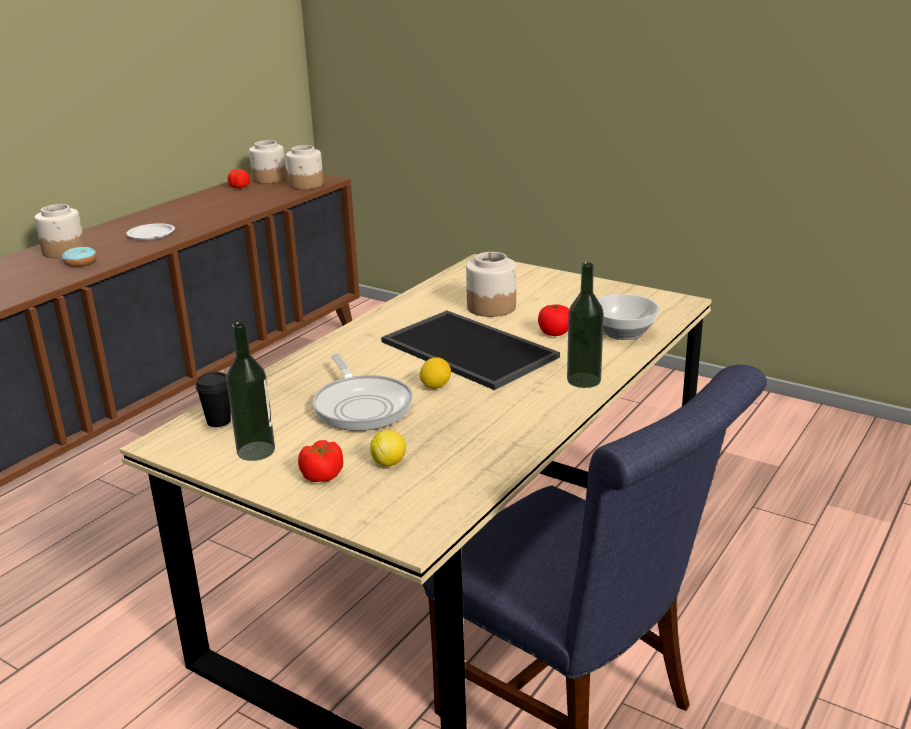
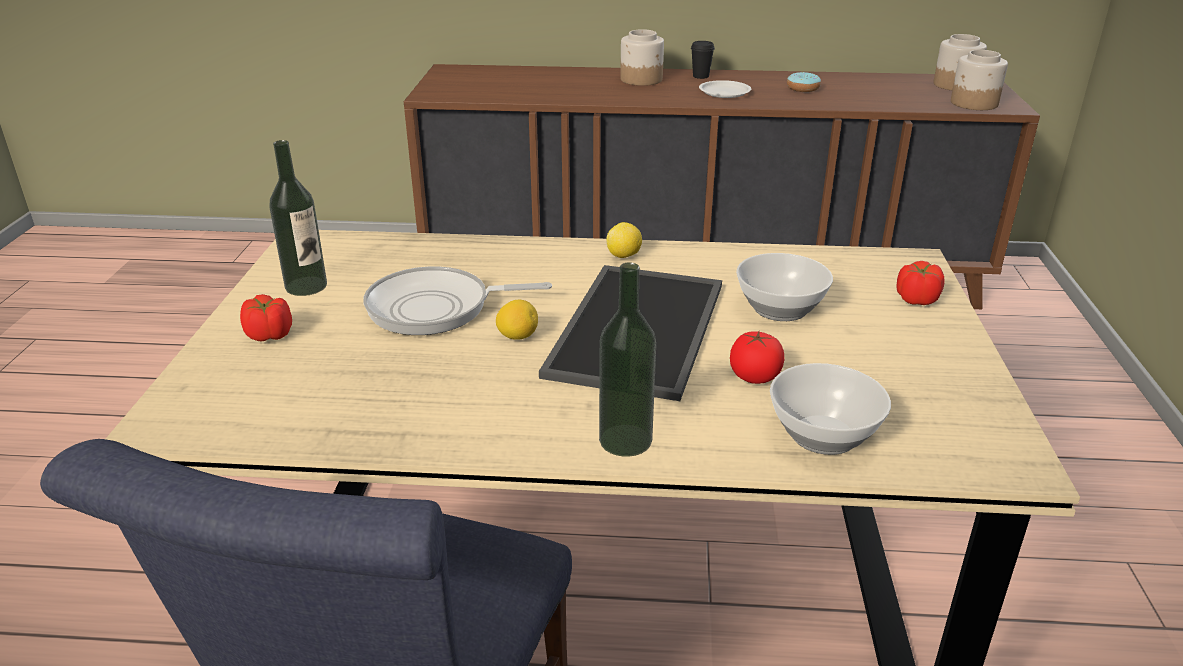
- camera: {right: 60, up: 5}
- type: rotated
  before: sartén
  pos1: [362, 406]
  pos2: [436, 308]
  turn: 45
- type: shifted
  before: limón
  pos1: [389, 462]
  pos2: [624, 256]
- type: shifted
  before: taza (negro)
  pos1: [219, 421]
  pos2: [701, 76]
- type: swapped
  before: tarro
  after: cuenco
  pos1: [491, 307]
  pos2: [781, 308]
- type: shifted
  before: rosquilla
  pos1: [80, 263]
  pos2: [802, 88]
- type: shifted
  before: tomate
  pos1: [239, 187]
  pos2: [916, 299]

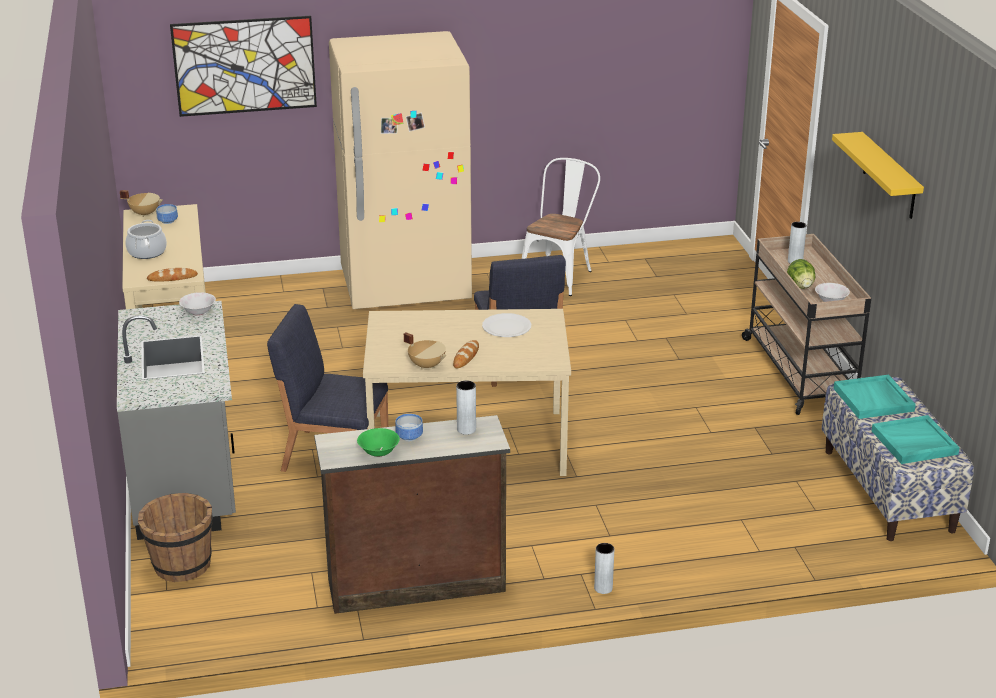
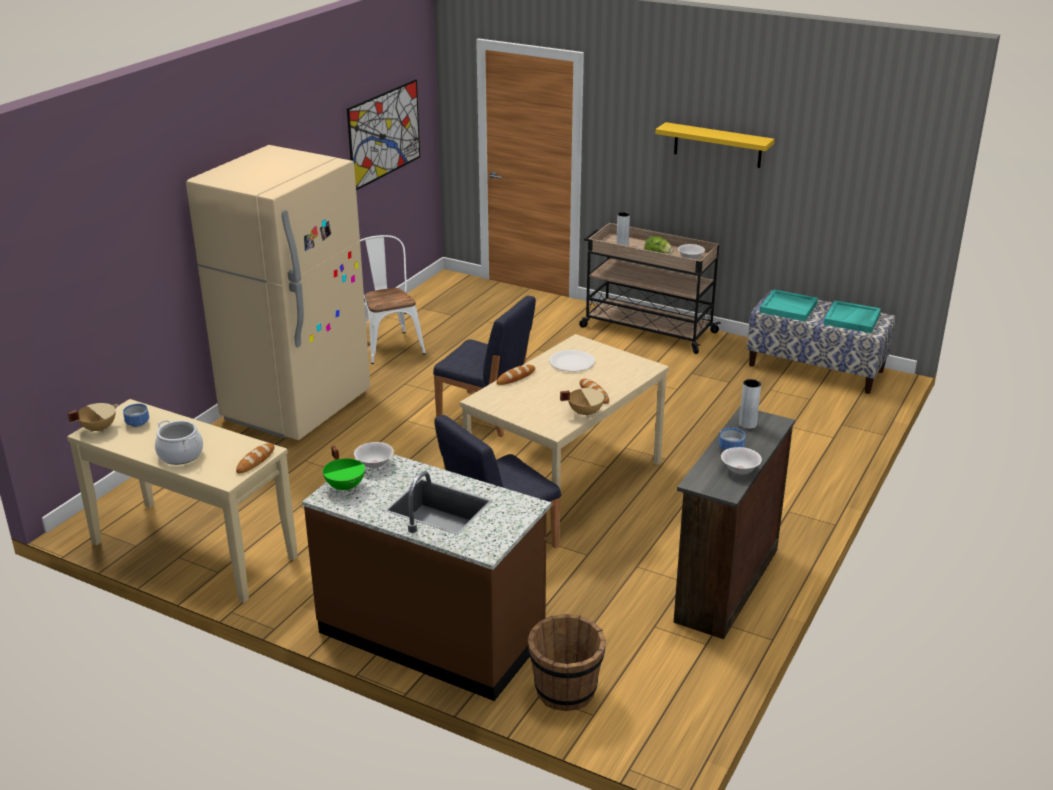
- camera: {right: -50, up: 0}
- type: repainted
  before: mueble bajo de cocina (gris)
  after: mueble bajo de cocina (marrón)
  pos1: [187, 479]
  pos2: [433, 633]
- type: new
  after: olla (verde)
  pos2: [346, 486]
- type: shifted
  before: cuadro
  pos1: [244, 66]
  pos2: [384, 134]
- type: new
  after: pan
  pos2: [516, 377]
- type: repainted
  before: cuenco (verde)
  after: cuenco (blanco)
  pos1: [378, 452]
  pos2: [740, 470]
- type: gone
  before: florero (gris)
  pos1: [603, 588]

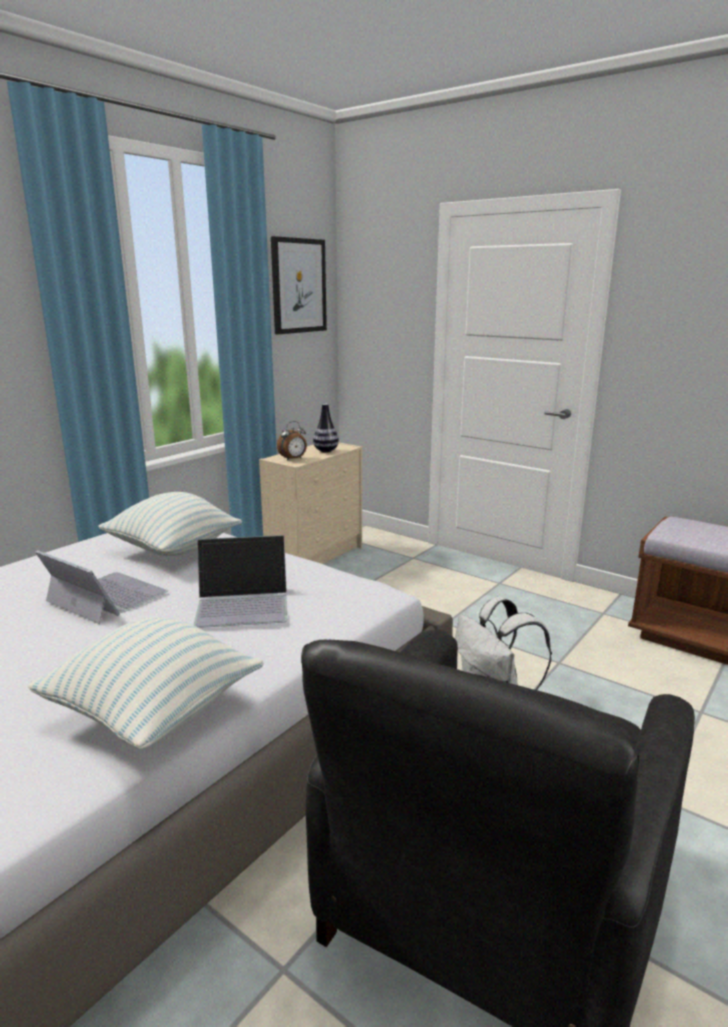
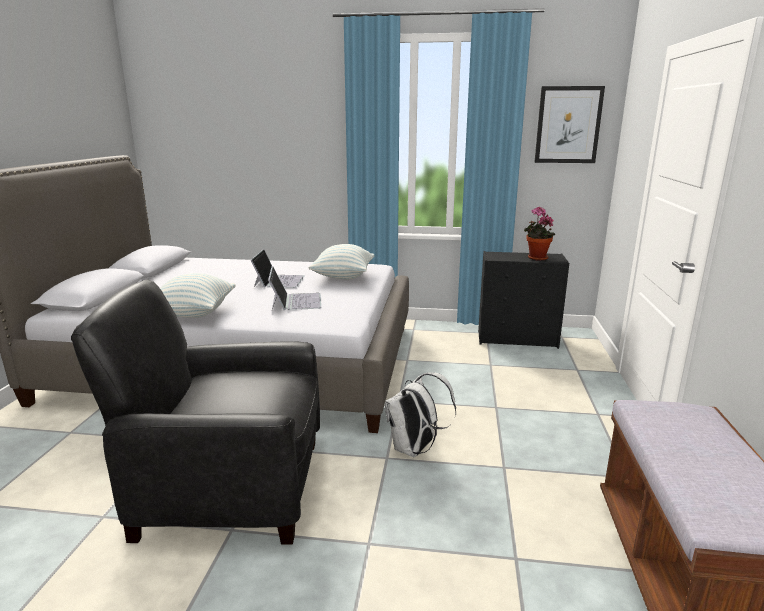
- camera: {right: 60, up: 0}
- type: rotated
  before: portátil
  pos1: [243, 603]
  pos2: [295, 301]
  turn: -150
- type: repainted
  before: cómoda (beis)
  after: cómoda (negro)
  pos1: [316, 556]
  pos2: [518, 339]
- type: swapped
  before: florero
  after: planta en maceta
  pos1: [326, 451]
  pos2: [536, 258]
- type: gone
  before: despertador
  pos1: [293, 459]

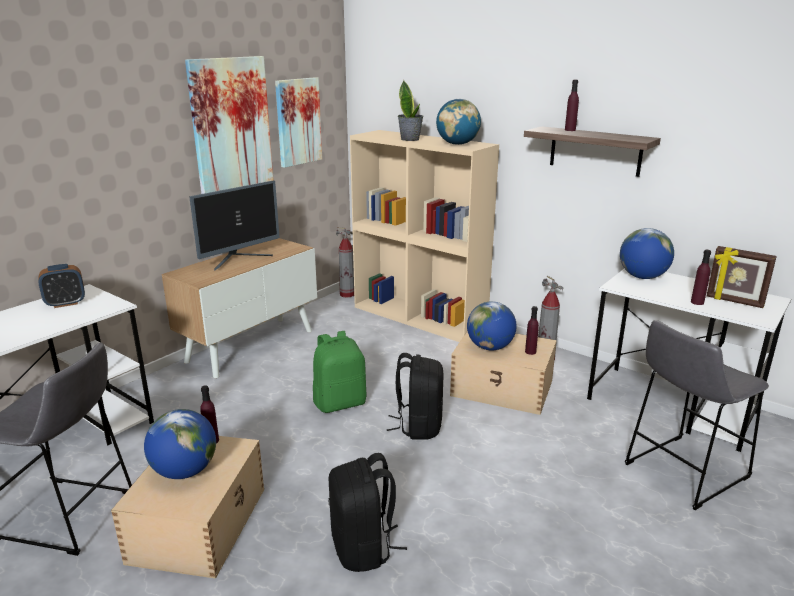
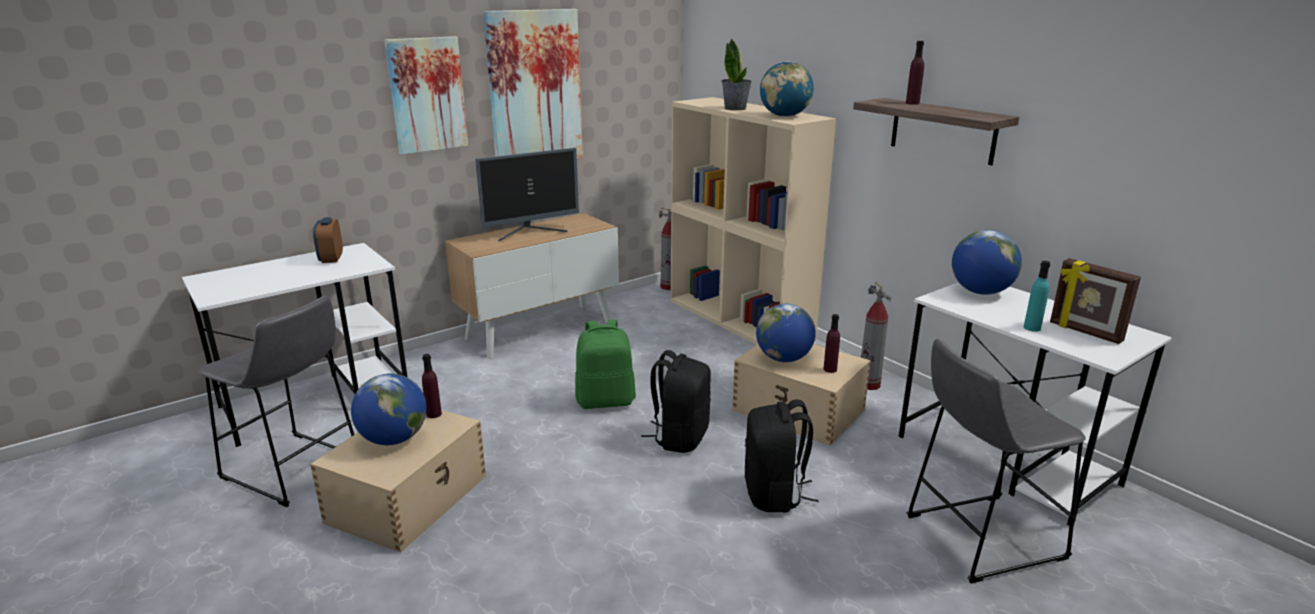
- camera: {right: 15, up: 0}
- type: rotated
  before: despertador
  pos1: [65, 303]
  pos2: [331, 259]
  turn: 90
- type: shifted
  before: cuadro
  pos1: [298, 122]
  pos2: [427, 95]
- type: shifted
  before: mochila (negro)
  pos1: [363, 548]
  pos2: [774, 494]
- type: repainted
  before: botella (morado)
  after: botella (turquesa)
  pos1: [697, 302]
  pos2: [1032, 328]

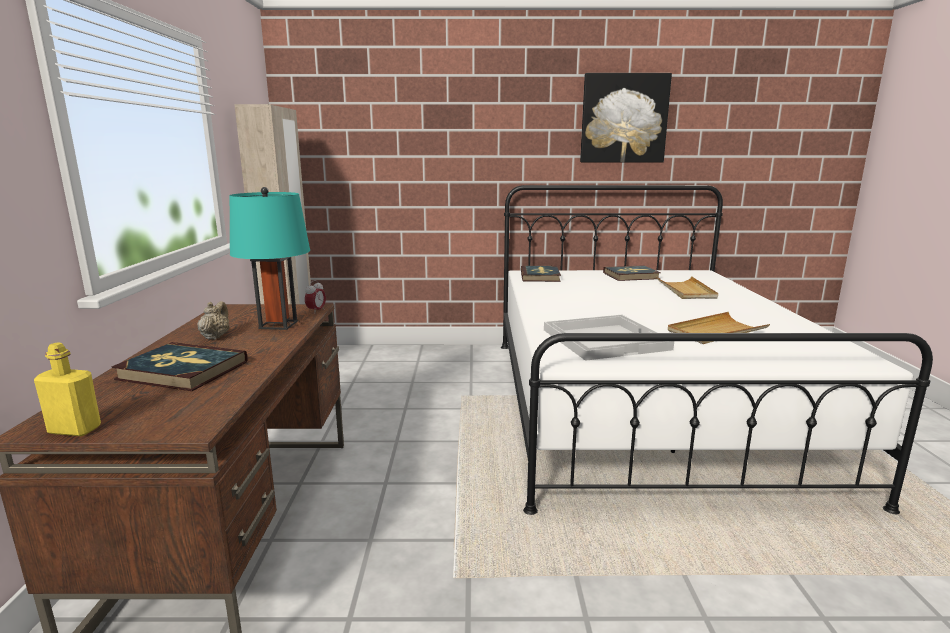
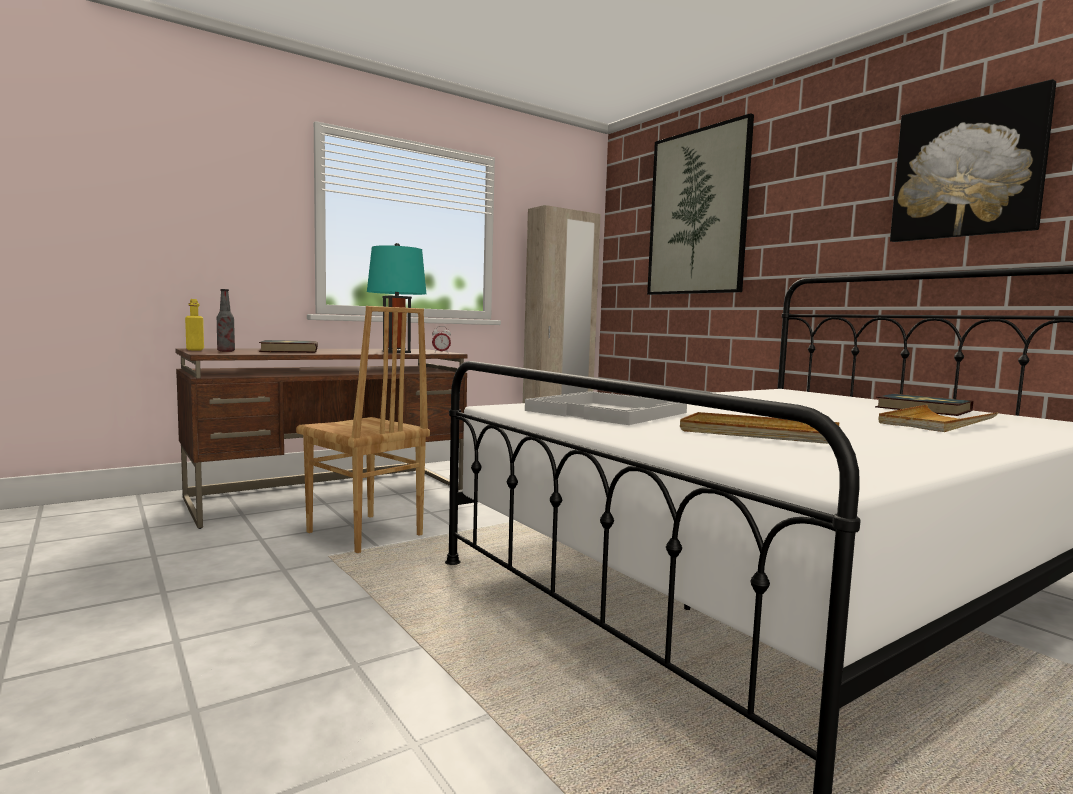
- camera: {right: 55, up: -10}
- type: new
  after: botella
  pos2: [226, 351]
- type: new
  after: silla (marrón)
  pos2: [363, 534]
- type: new
  after: cuadro
  pos2: [697, 212]
- type: gone
  before: tetera (beis)
  pos1: [215, 337]
- type: gone
  before: libro
  pos1: [540, 276]

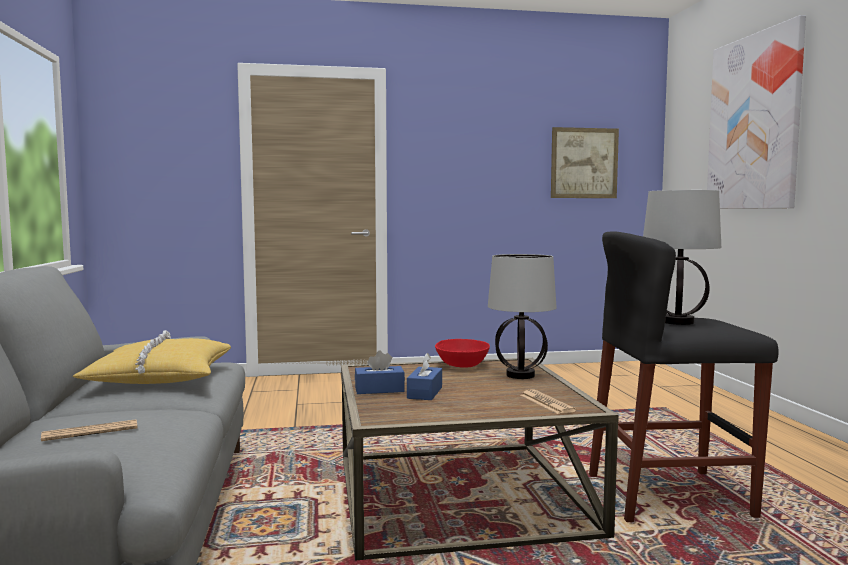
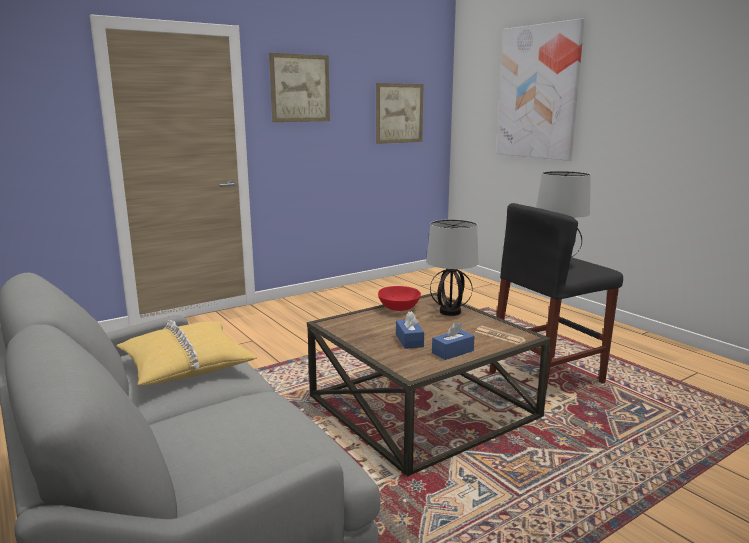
- camera: {right: -25, up: 10}
- type: new
  after: cuadro
  pos2: [300, 88]
- type: shifted
  before: caja de pañuelos (azul)
  pos1: [379, 389]
  pos2: [452, 352]
- type: gone
  before: periódico
  pos1: [90, 432]

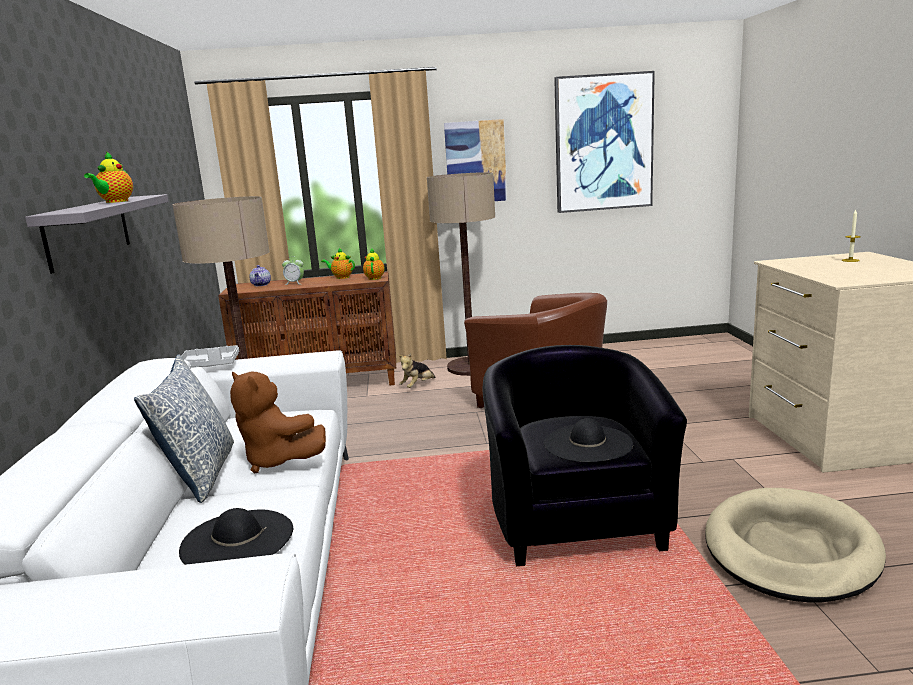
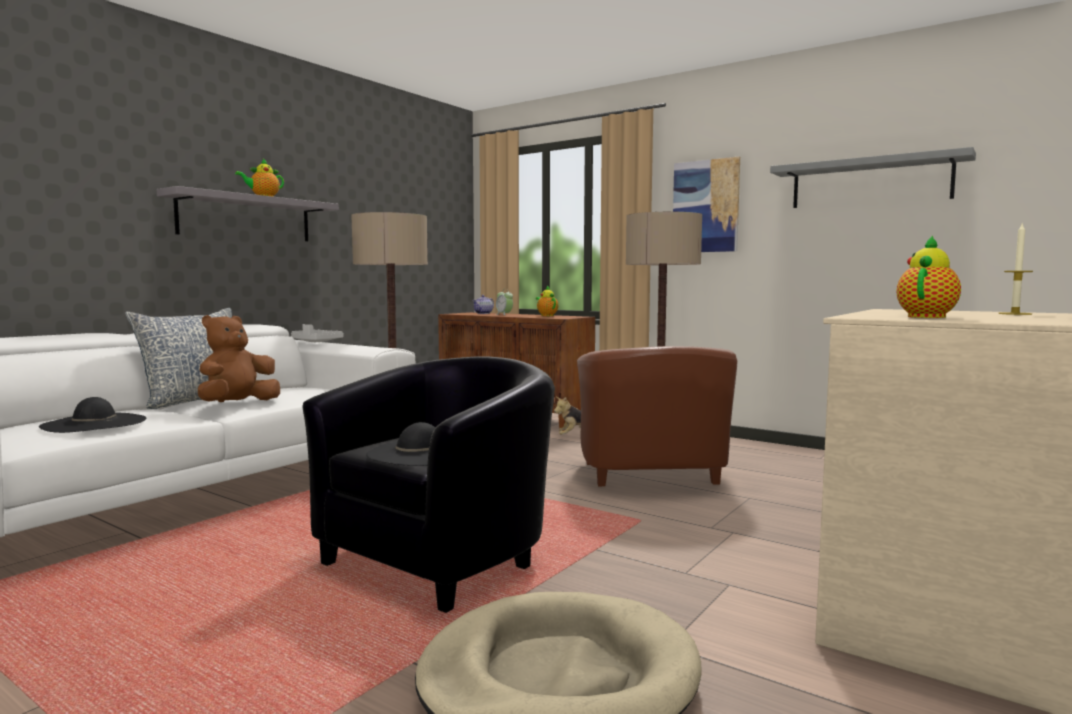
- camera: {right: 40, up: -10}
- type: rotated
  before: peluche (marrón)
  pos1: [277, 460]
  pos2: [237, 404]
  turn: 45
- type: swapped
  before: cuadro
  after: estante (gris)
  pos1: [603, 143]
  pos2: [870, 183]
- type: shifted
  before: tetera
  pos1: [375, 278]
  pos2: [927, 317]

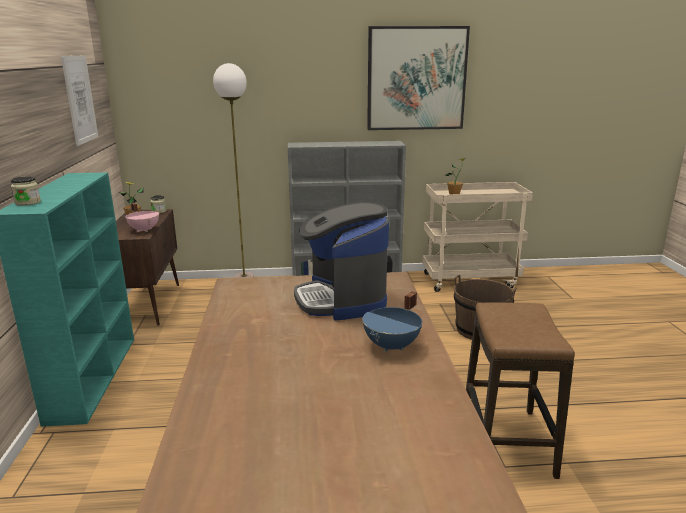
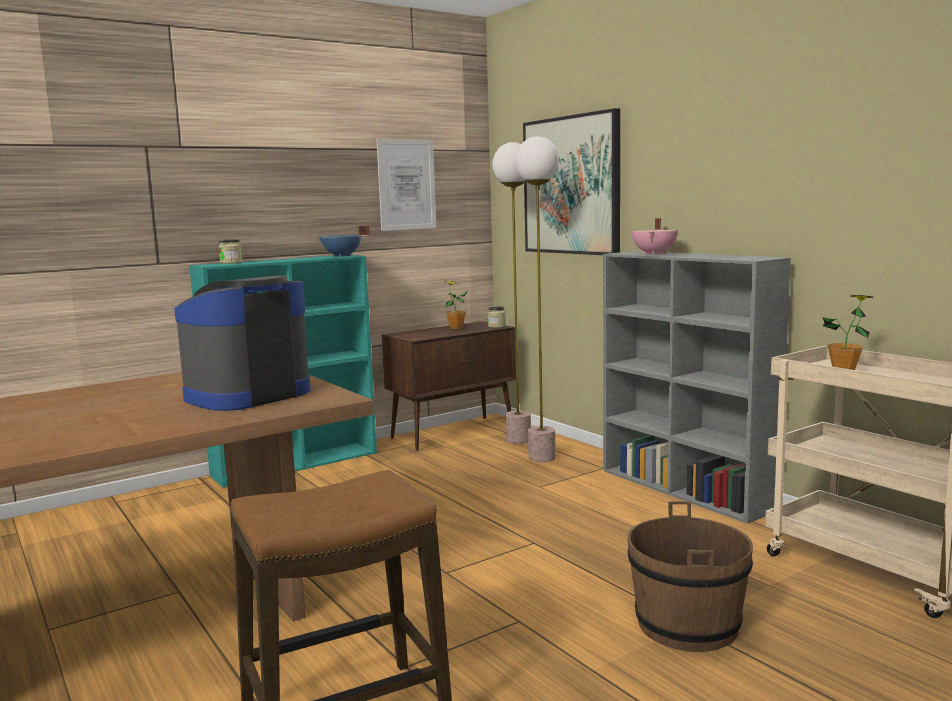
- camera: {right: 60, up: -10}
- type: shifted
  before: olla (azul)
  pos1: [392, 346]
  pos2: [342, 256]
- type: new
  after: lámpara de pie
  pos2: [518, 439]
- type: shifted
  before: cuadro
  pos1: [416, 79]
  pos2: [571, 185]
- type: shifted
  before: olla (rosa)
  pos1: [144, 230]
  pos2: [655, 254]

